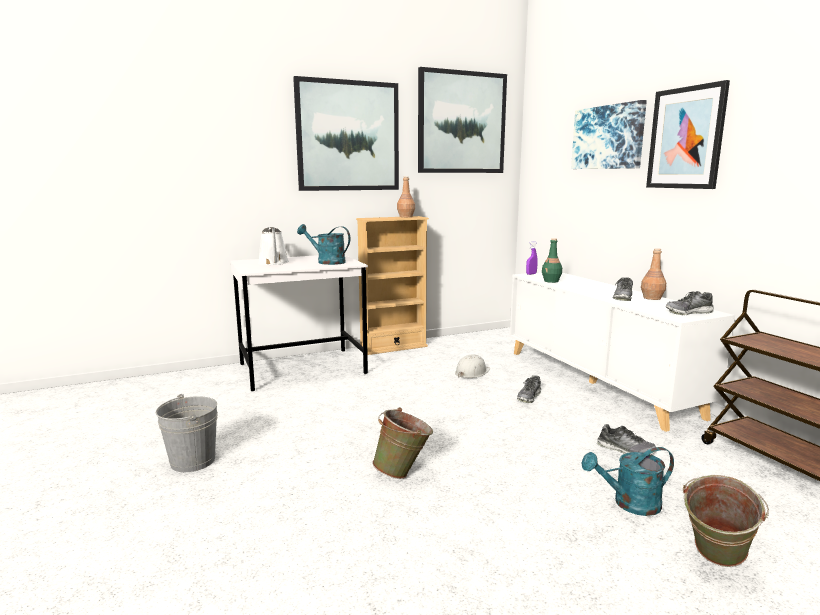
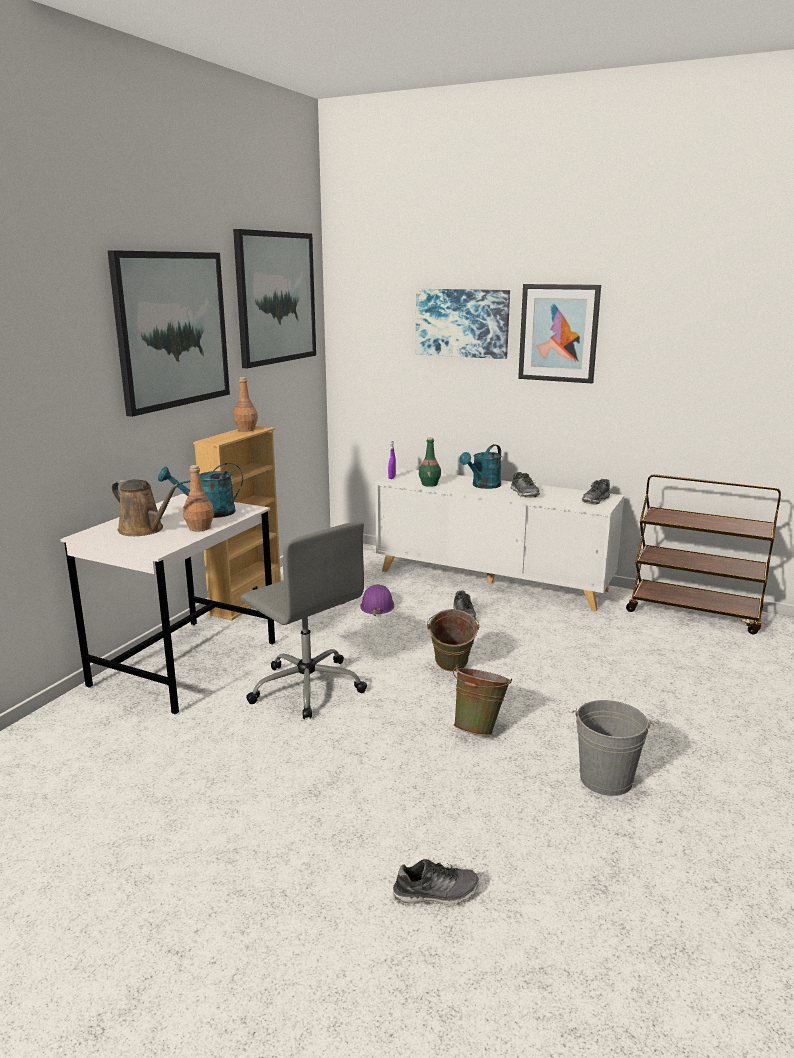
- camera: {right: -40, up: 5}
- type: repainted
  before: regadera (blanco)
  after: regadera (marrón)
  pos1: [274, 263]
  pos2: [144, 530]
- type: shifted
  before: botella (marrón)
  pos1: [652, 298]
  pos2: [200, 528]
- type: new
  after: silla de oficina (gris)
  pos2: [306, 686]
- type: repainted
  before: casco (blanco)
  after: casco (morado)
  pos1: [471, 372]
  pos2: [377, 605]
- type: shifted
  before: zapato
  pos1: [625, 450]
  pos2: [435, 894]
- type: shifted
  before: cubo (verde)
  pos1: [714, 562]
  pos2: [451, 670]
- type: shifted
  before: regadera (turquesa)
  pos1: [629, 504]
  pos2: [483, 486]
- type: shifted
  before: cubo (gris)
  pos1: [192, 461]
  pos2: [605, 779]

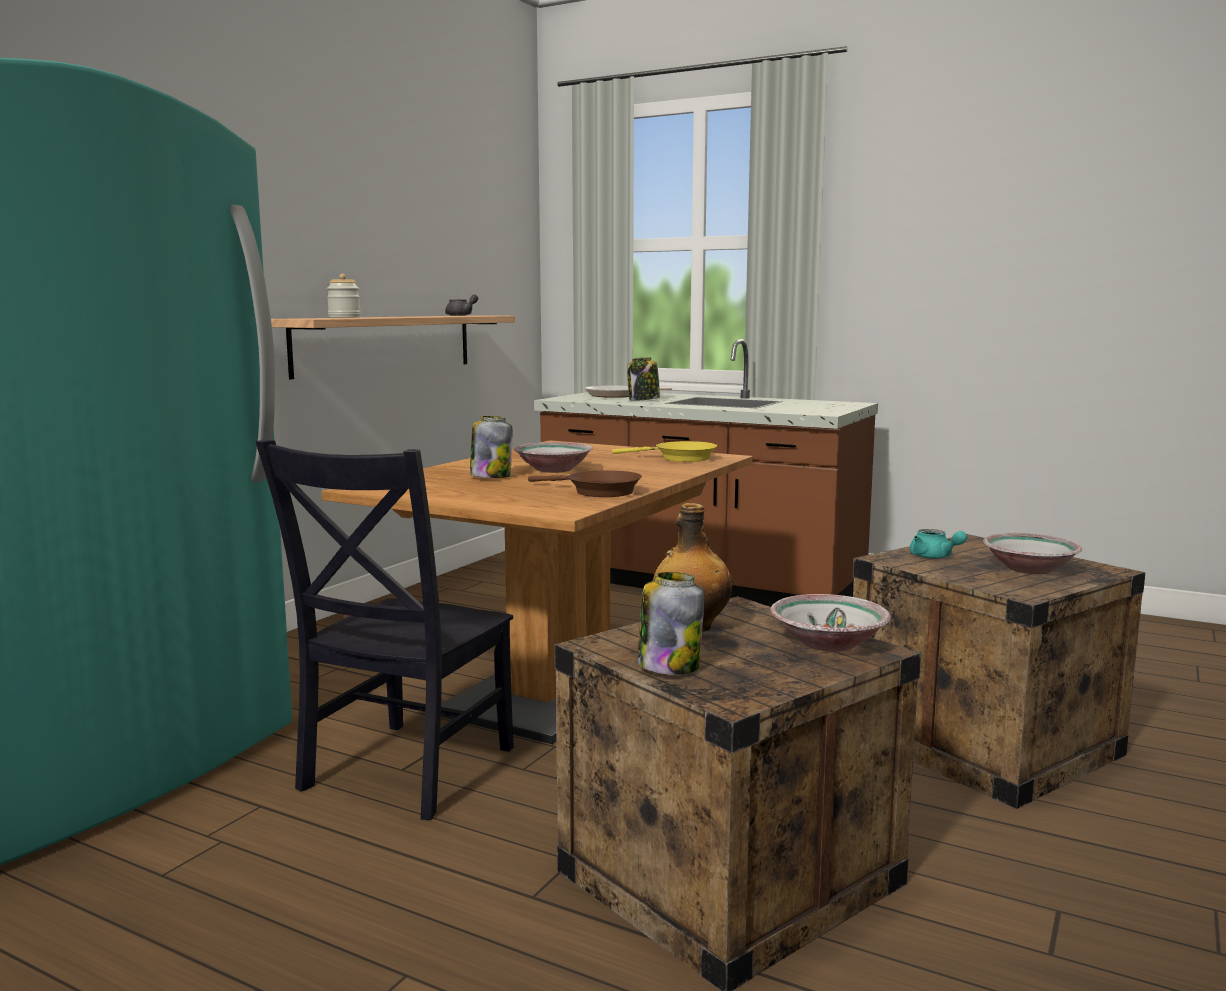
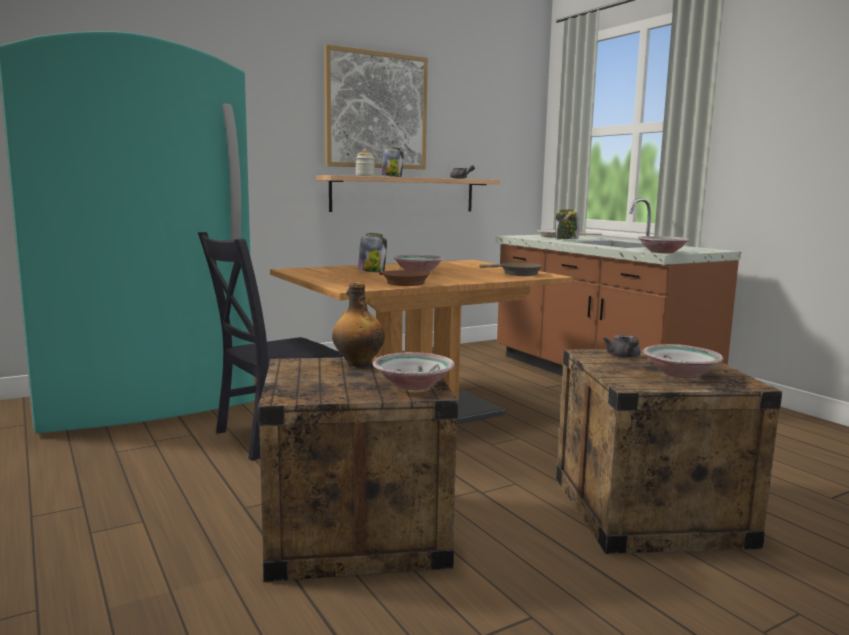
- camera: {right: 30, up: 0}
- type: new
  after: cuadro
  pos2: [376, 110]
- type: shifted
  before: tarro
  pos1: [668, 666]
  pos2: [392, 176]
- type: repainted
  before: sartén (amarillo)
  after: sartén (marrón)
  pos1: [680, 458]
  pos2: [517, 273]
- type: repainted
  before: tetera (turquesa)
  after: tetera (gris)
  pos1: [934, 557]
  pos2: [624, 357]
- type: new
  after: cuenco
  pos2: [662, 252]

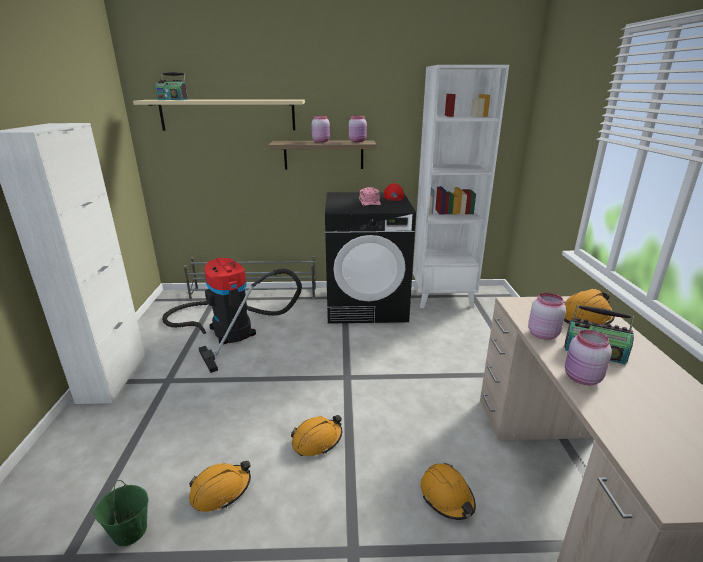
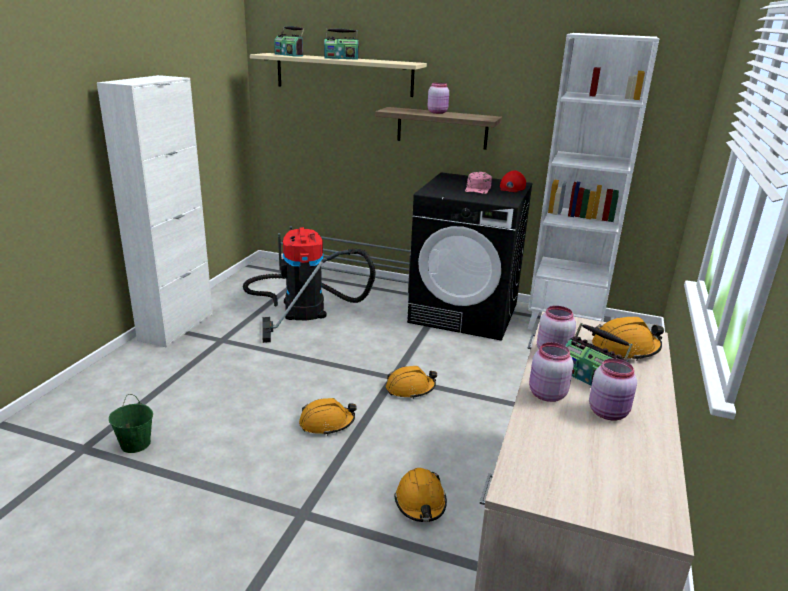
- camera: {right: 20, up: 0}
- type: new
  after: radio
  pos2: [341, 58]
- type: shifted
  before: casco (naranja)
  pos1: [221, 490]
  pos2: [410, 389]
- type: shifted
  before: tarro (rosa)
  pos1: [358, 141]
  pos2: [609, 413]

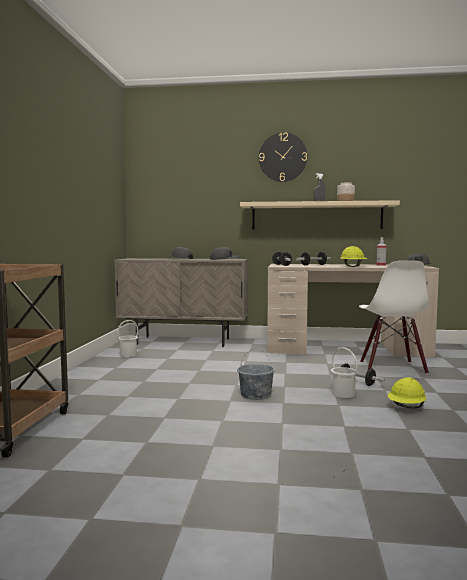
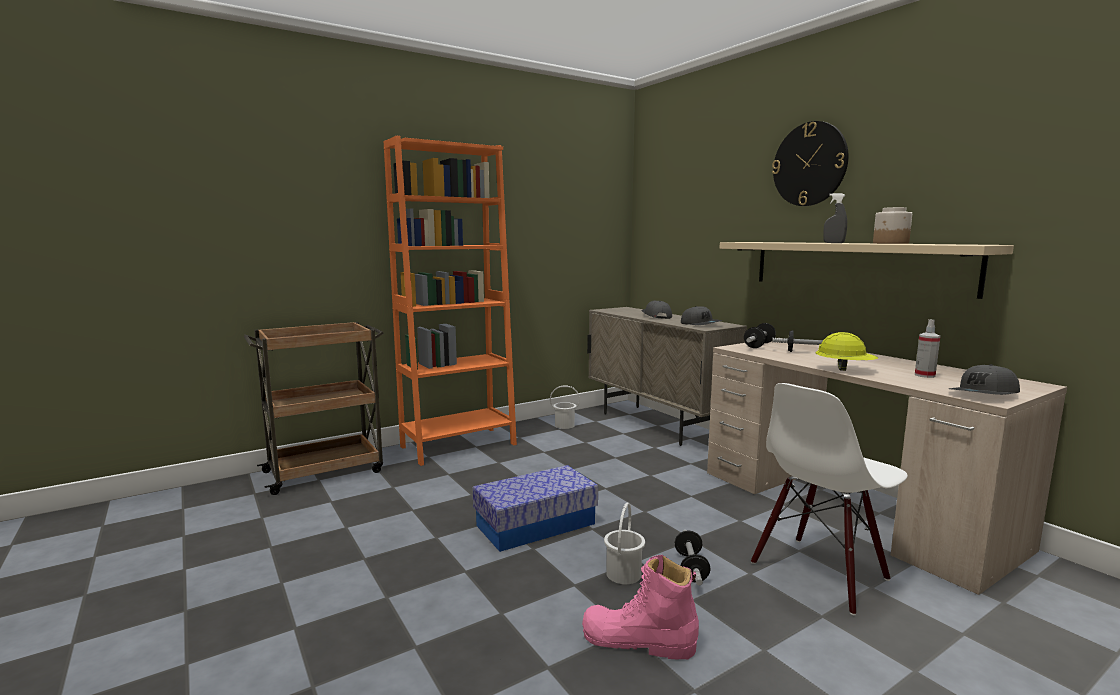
- camera: {right: 50, up: 5}
- type: new
  after: estantería (naranja)
  pos2: [458, 445]
- type: swapped
  before: cubo (gris)
  after: caja de almacenaje
  pos1: [255, 395]
  pos2: [536, 524]
- type: swapped
  before: casco (amarillo)
  after: bota (rosa)
  pos1: [406, 408]
  pos2: [638, 641]

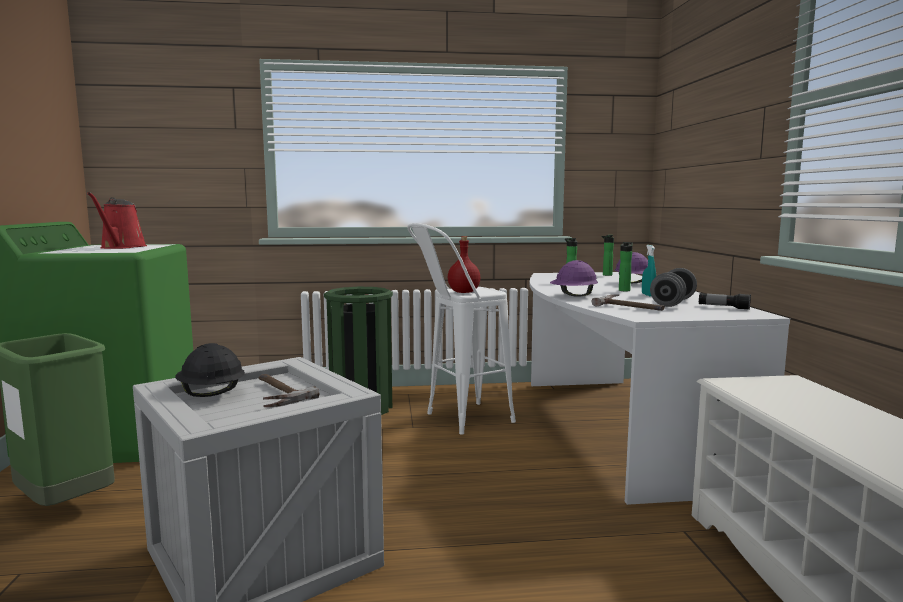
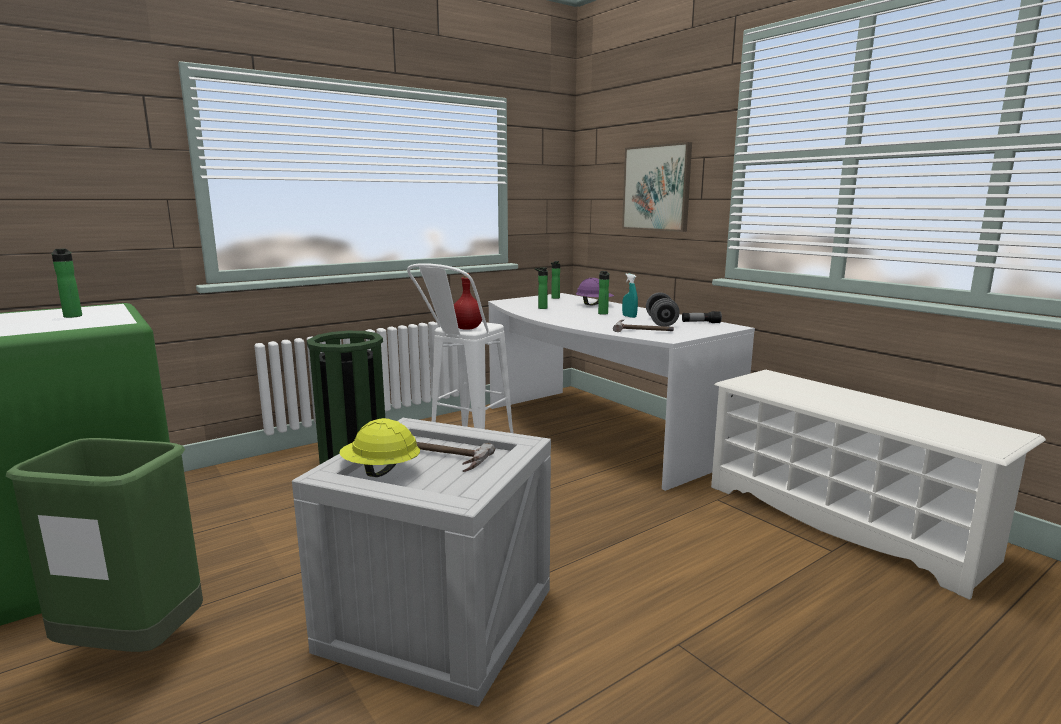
- camera: {right: -30, up: 5}
- type: swapped
  before: regadera (rojo)
  after: botella
  pos1: [121, 247]
  pos2: [73, 316]
- type: repainted
  before: casco (negro)
  after: casco (amarillo)
  pos1: [211, 394]
  pos2: [381, 471]
- type: new
  after: cuadro
  pos2: [657, 188]
- type: gone
  before: casco (morado)
  pos1: [573, 296]

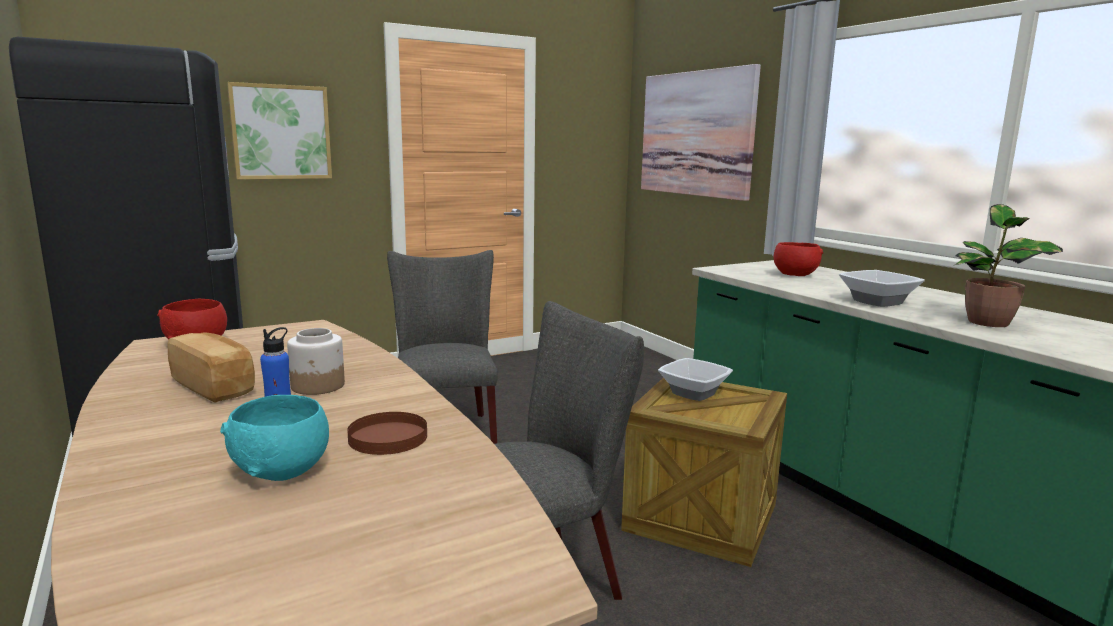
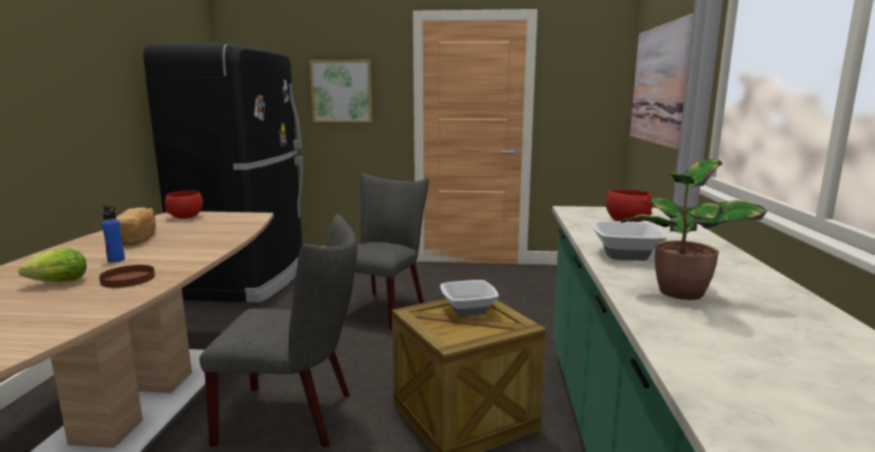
- camera: {right: 35, up: 0}
- type: swapped
  before: cuenco (turquesa)
  after: lechuga
  pos1: [283, 471]
  pos2: [55, 283]
- type: gone
  before: tarro
  pos1: [318, 386]

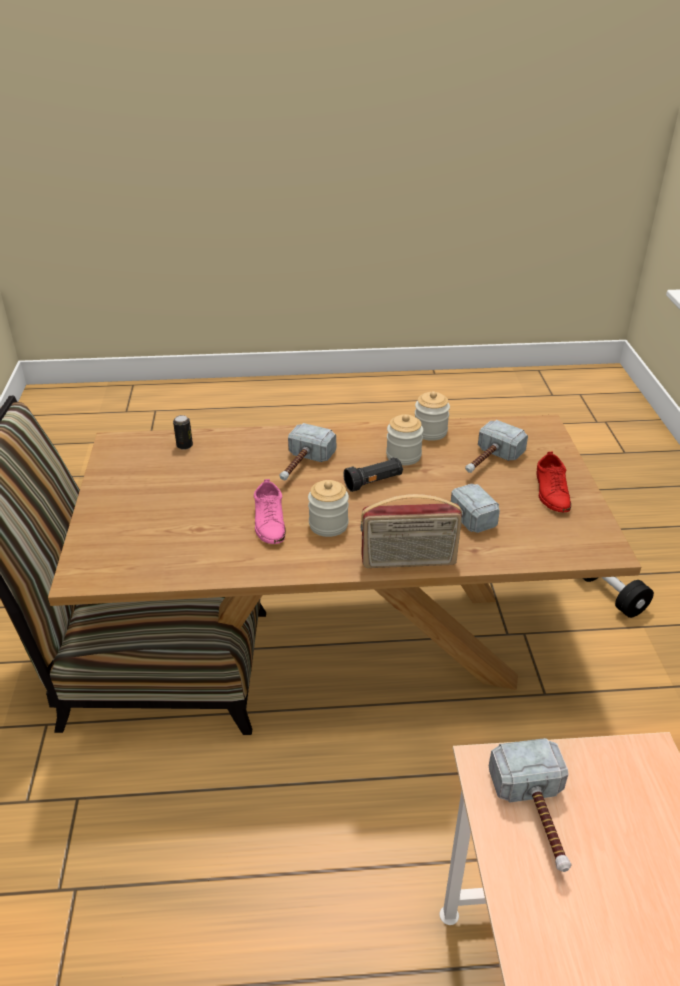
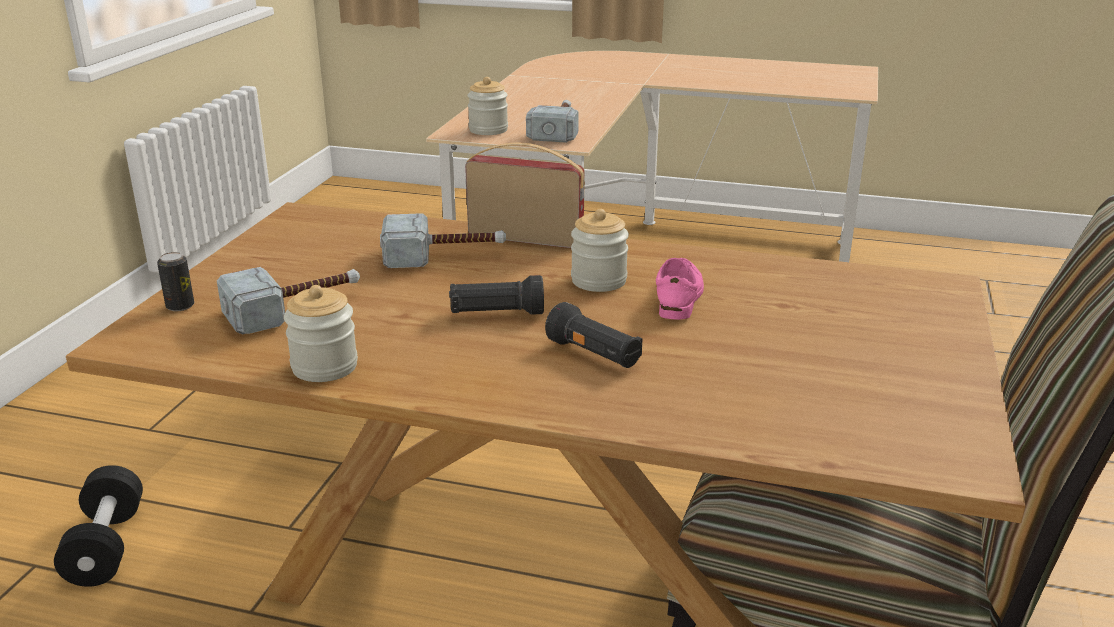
- camera: {right: -160, up: -10}
- type: shifted
  before: lata
  pos1: [184, 445]
  pos2: [180, 306]
- type: shifted
  before: tarro
  pos1: [403, 456]
  pos2: [488, 130]
- type: swapped
  before: martillo
  after: linterna (negro)
  pos1: [301, 466]
  pos2: [594, 355]
- type: gone
  before: zapato (rojo)
  pos1: [551, 492]

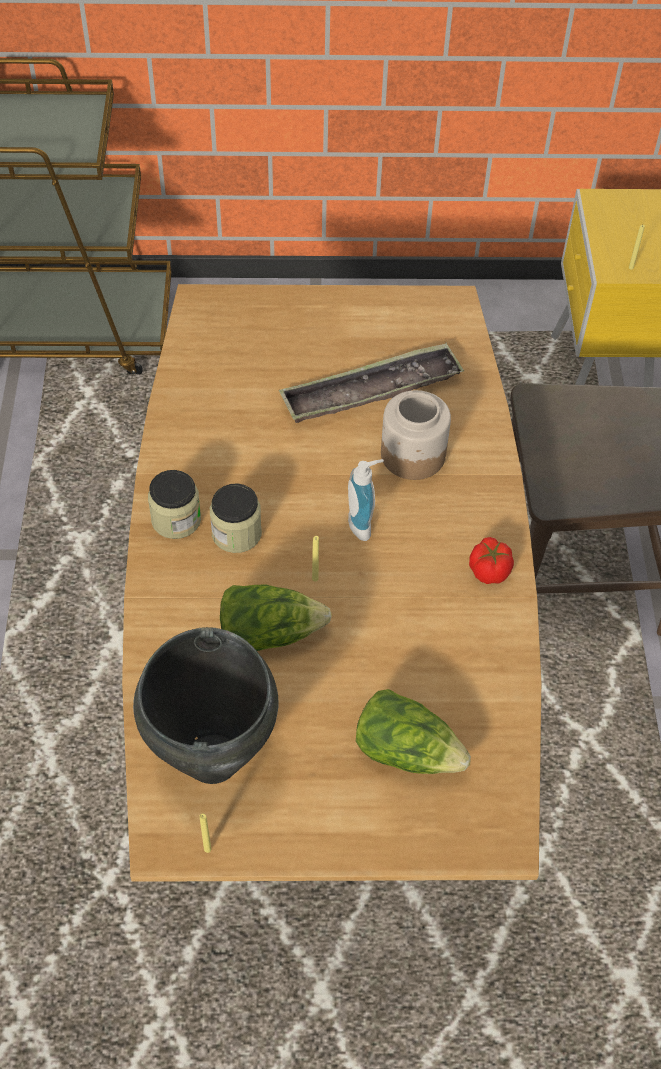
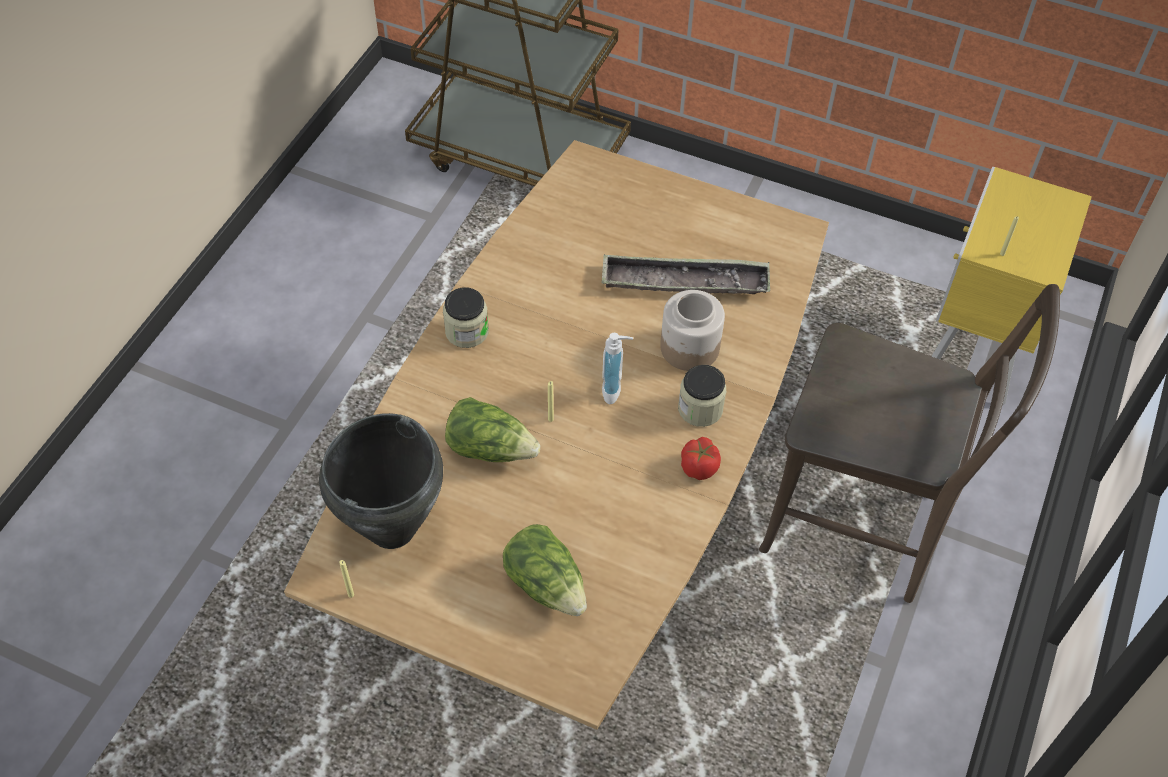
- camera: {right: 25, up: 0}
- type: shifted
  before: tarro
  pos1: [236, 533]
  pos2: [700, 409]

